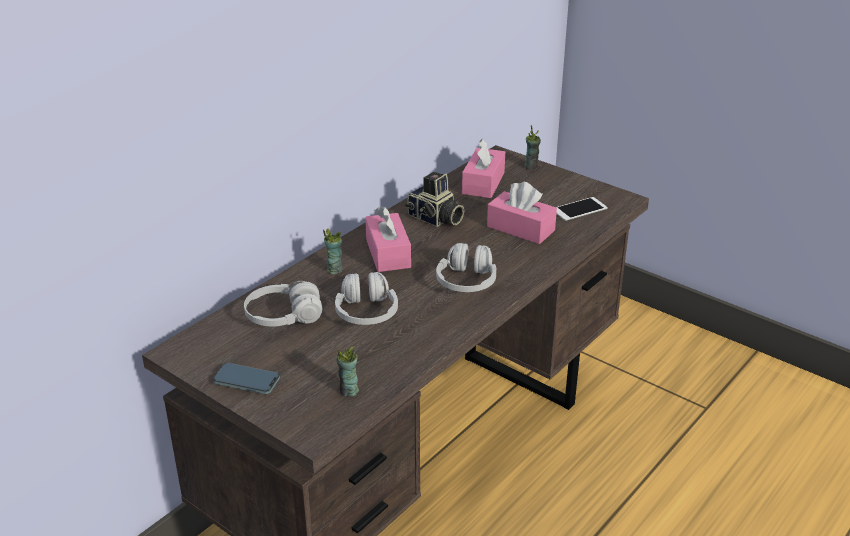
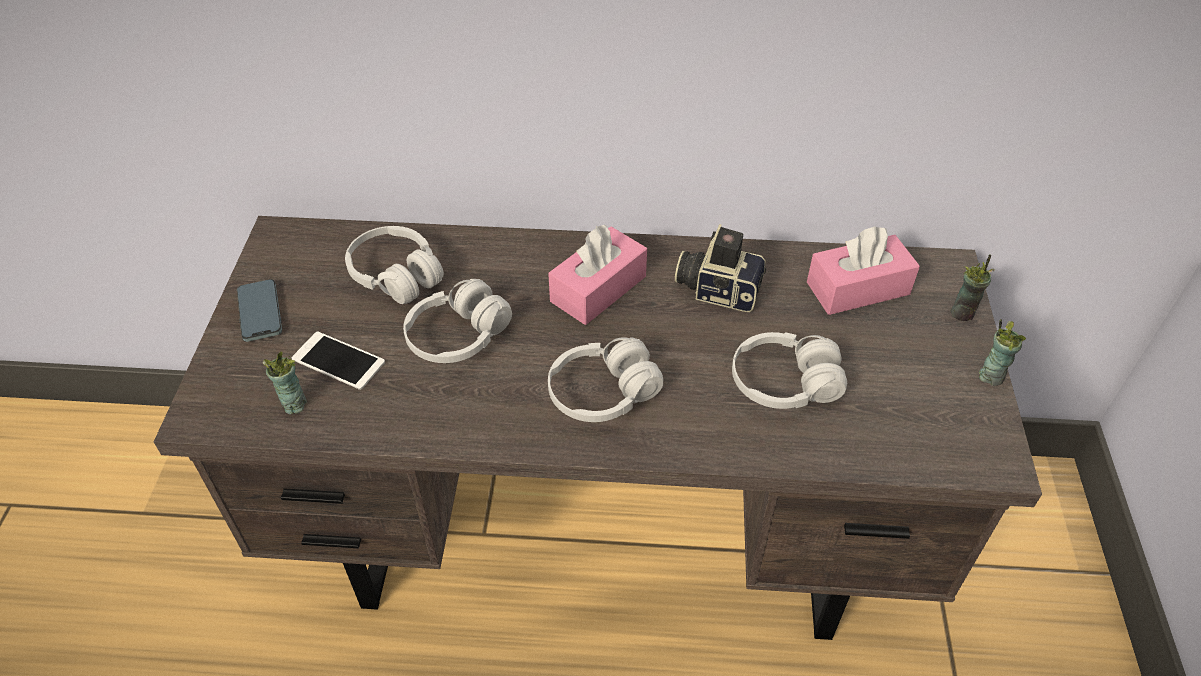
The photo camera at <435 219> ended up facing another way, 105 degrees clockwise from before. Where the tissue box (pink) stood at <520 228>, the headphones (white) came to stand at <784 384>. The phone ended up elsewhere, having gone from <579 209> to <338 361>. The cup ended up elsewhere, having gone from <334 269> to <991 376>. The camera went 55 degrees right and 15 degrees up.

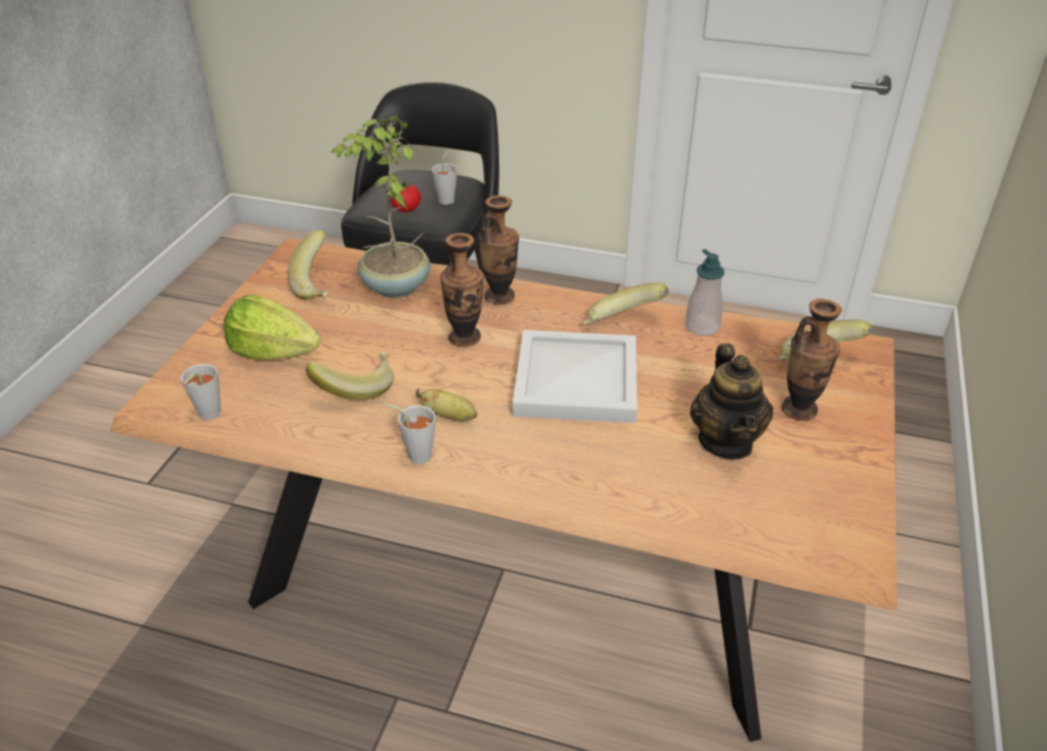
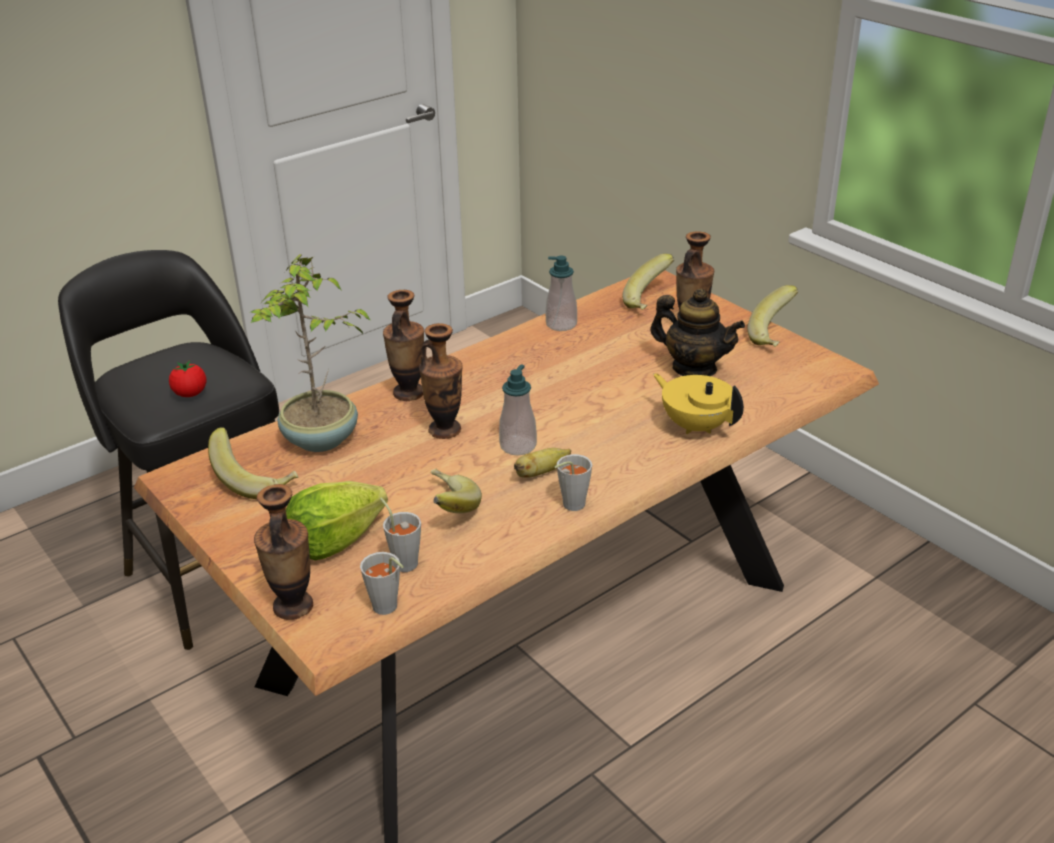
The cup (grey) ended up elsewhere, having gone from <448 199> to <403 561>. The banana ended up elsewhere, having gone from <622 324> to <775 336>. The second view lost the tray (white) at <574 382>. The second view gained the soap dispenser at <518 446>. The second view gained the teapot (yellow) at <696 425>. The second view gained the vase at <293 606>. The camera went 55 degrees left and 5 degrees down.

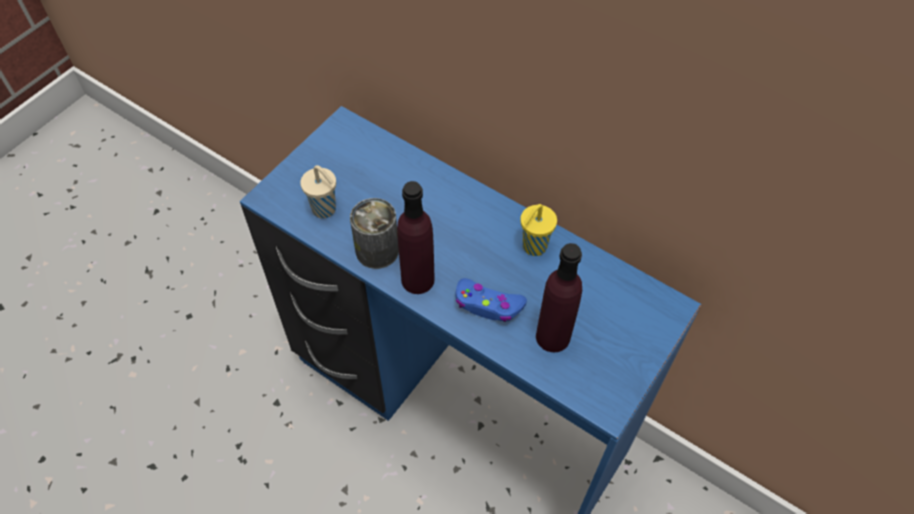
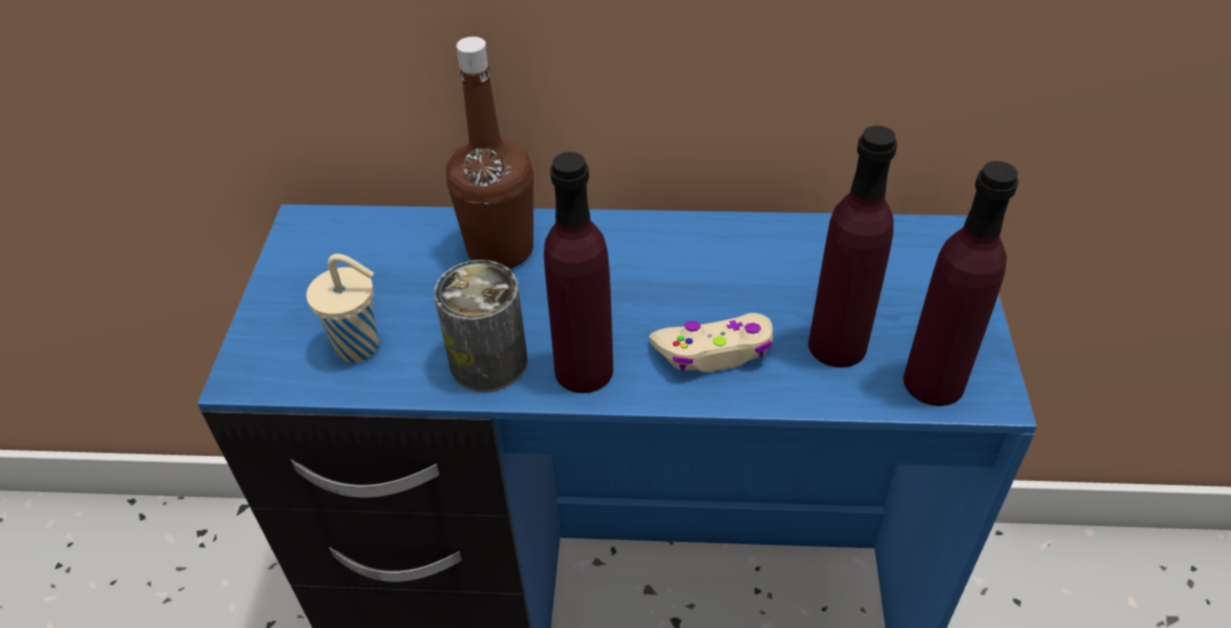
The second view lost the cup (yellow) at <533 247>. What was the game controller (blue) at <488 305> turned into the game controller (beige) at <714 351>. The second view gained the bottle (brown) at <500 249>. The second view gained the bottle (purple) at <933 382>. The camera went 30 degrees left and 10 degrees down.

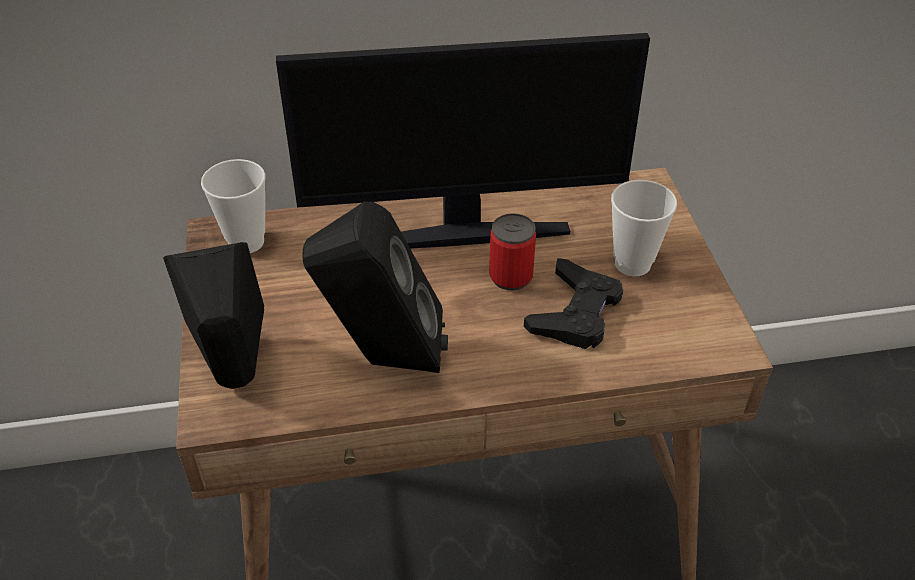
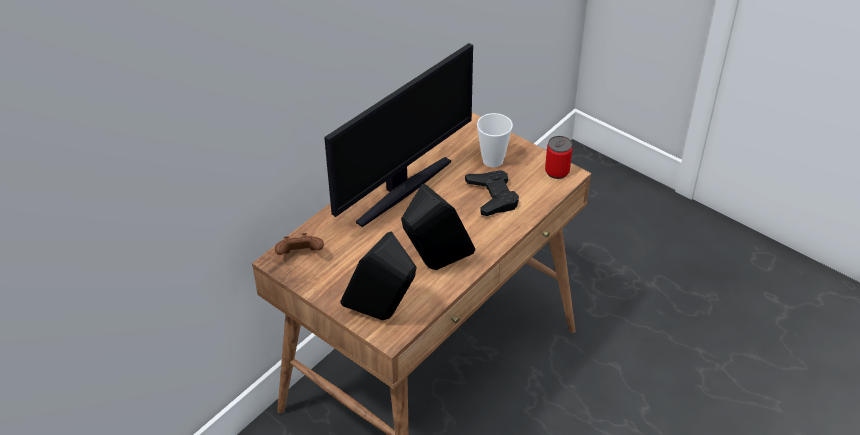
Where the cup stood at <246 242>, the game controller (brown) came to stand at <300 255>. The can ended up elsewhere, having gone from <511 277> to <557 171>. The camera went 40 degrees left and 0 degrees up.

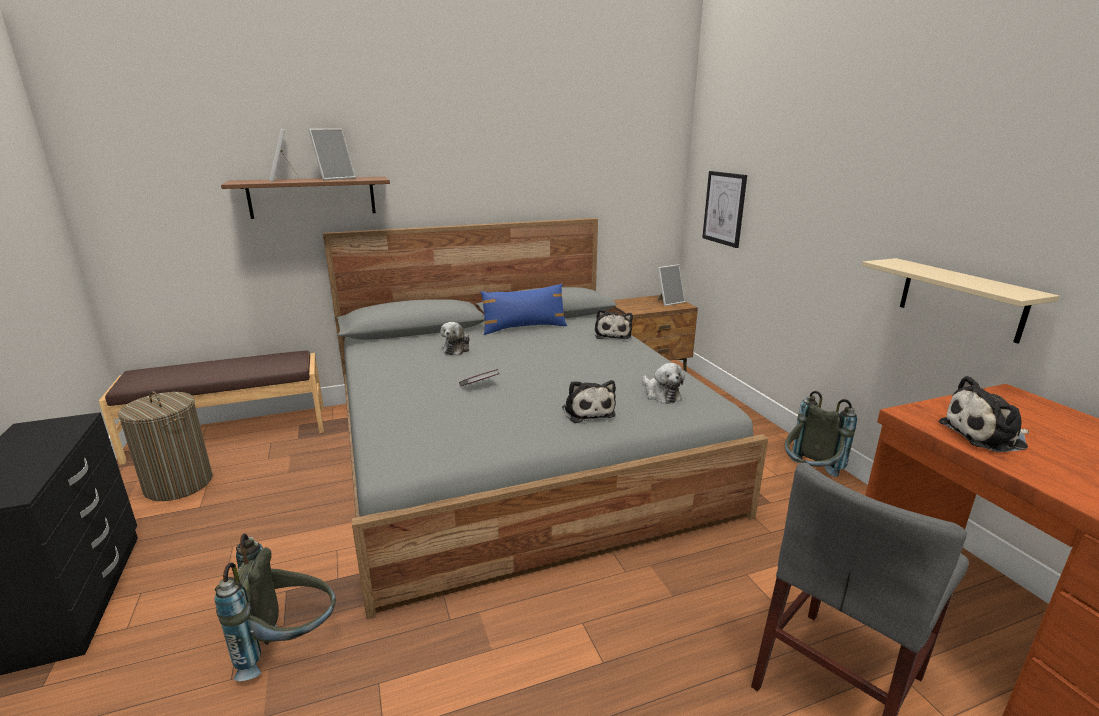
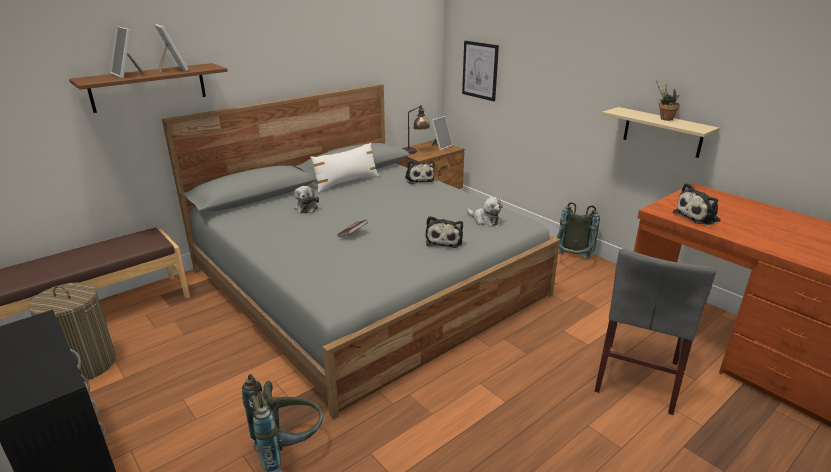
The picture frame at <335 178> ended up facing another way, 60 degrees counterclockwise from before. What was the pillow (blue) at <524 328> turned into the pillow (white) at <346 182>. The plush toy at <587 411> ended up facing another way, 45 degrees clockwise from before. The second view gained the potted plant at <664 118>. The second view gained the table lamp at <415 151>. The camera went 20 degrees left and 5 degrees up.

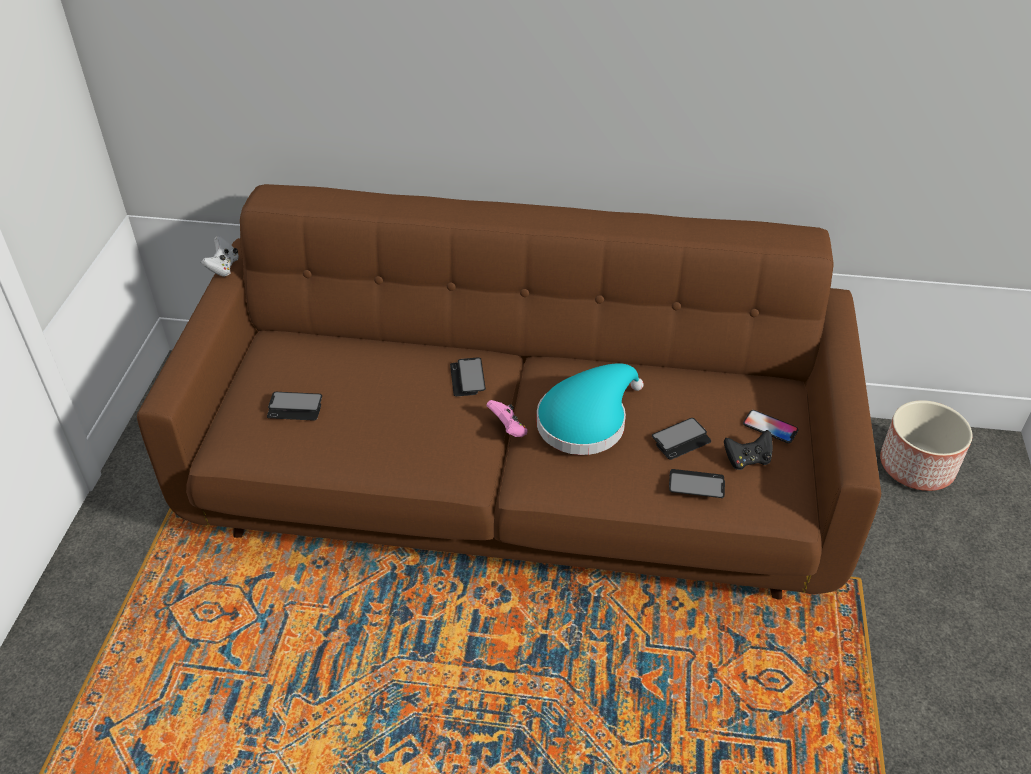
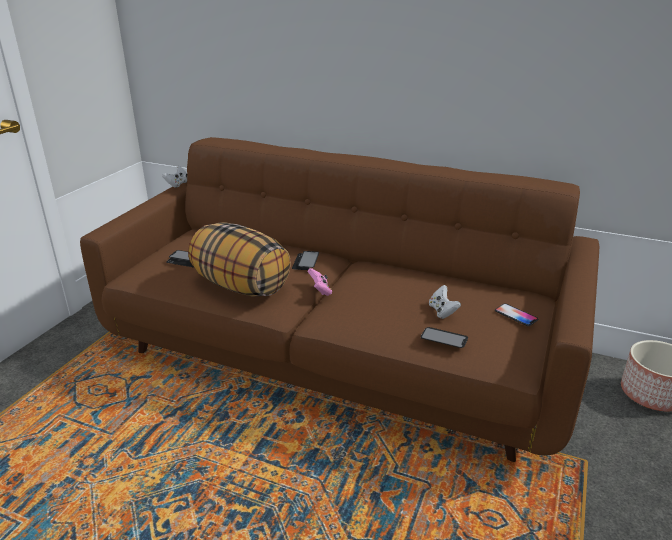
The second view lost the hat (turquoise) at <586 420>. Where the phone stood at <681 440>, the game controller (white) came to stand at <442 311>. The second view lost the game controller (black) at <747 460>. The second view gained the pillow at <240 286>. The camera went 15 degrees right and 15 degrees down.

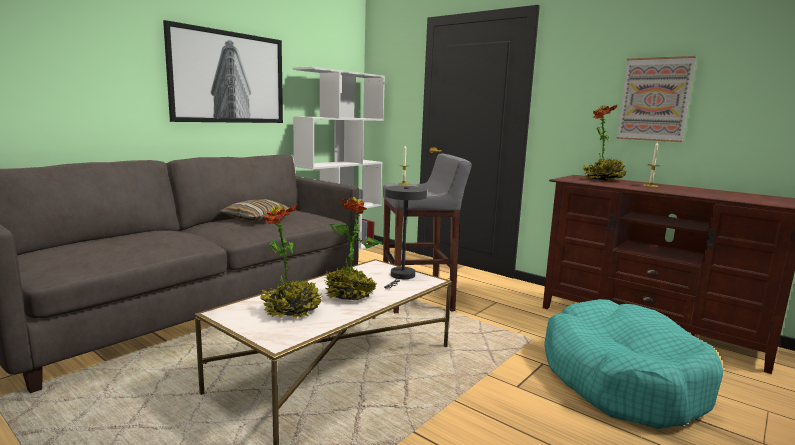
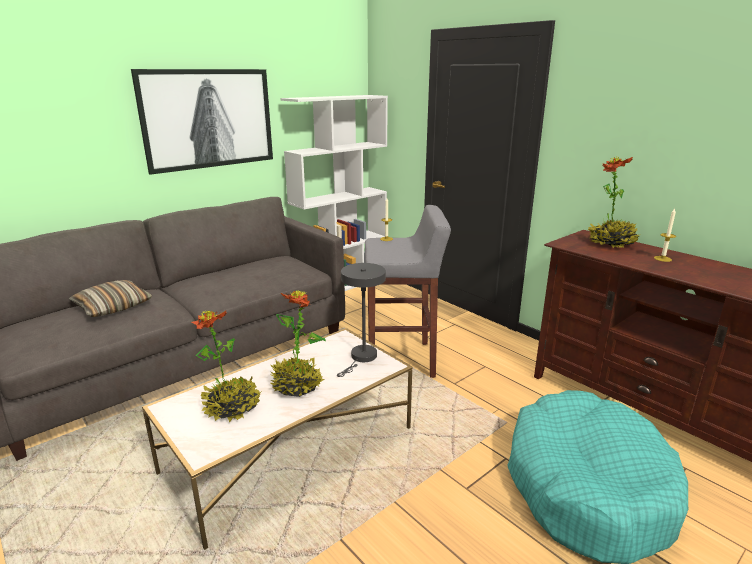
The second view lost the picture at <654 99>. The pillow ended up elsewhere, having gone from <257 219> to <113 307>. The camera went 10 degrees right and 10 degrees up.

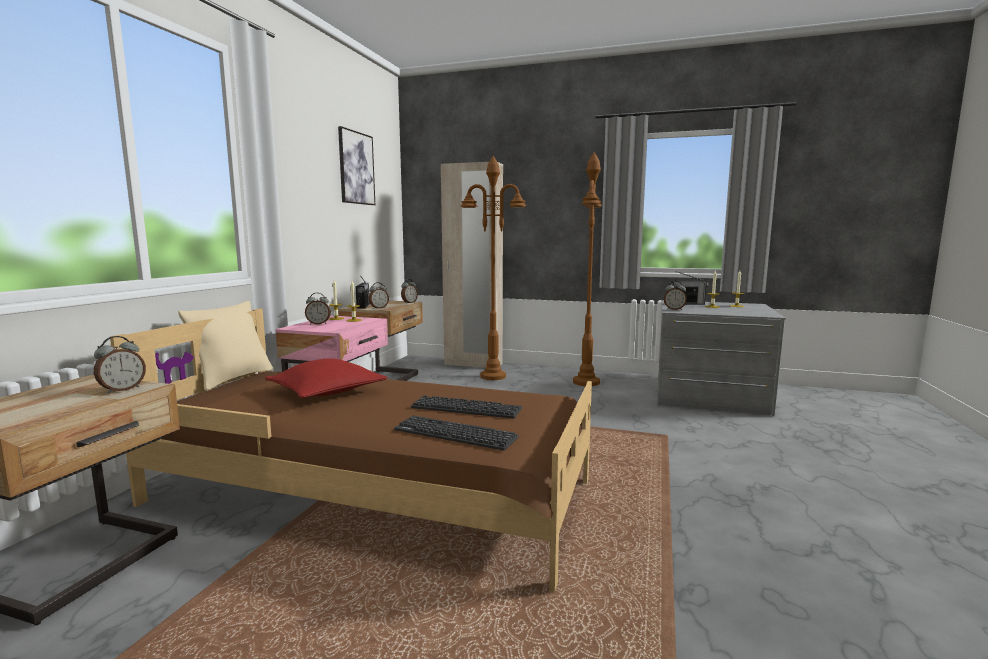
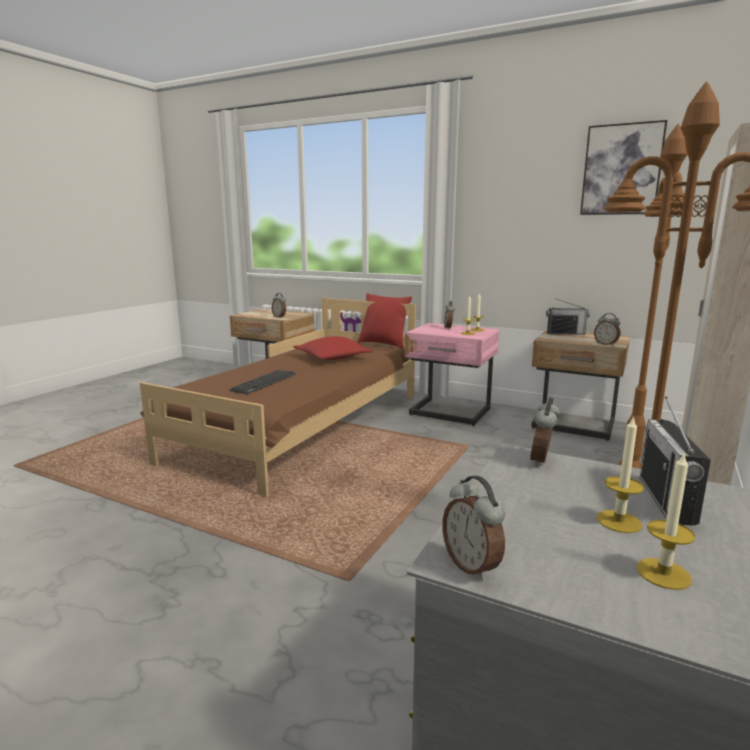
The alarm clock ended up elsewhere, having gone from <378 308> to <472 566>. What was the pillow (beige) at <233 378> turned into the pillow (red) at <383 344>. The second view lost the keyboard at <455 434>. The camera went 100 degrees right and 5 degrees up.

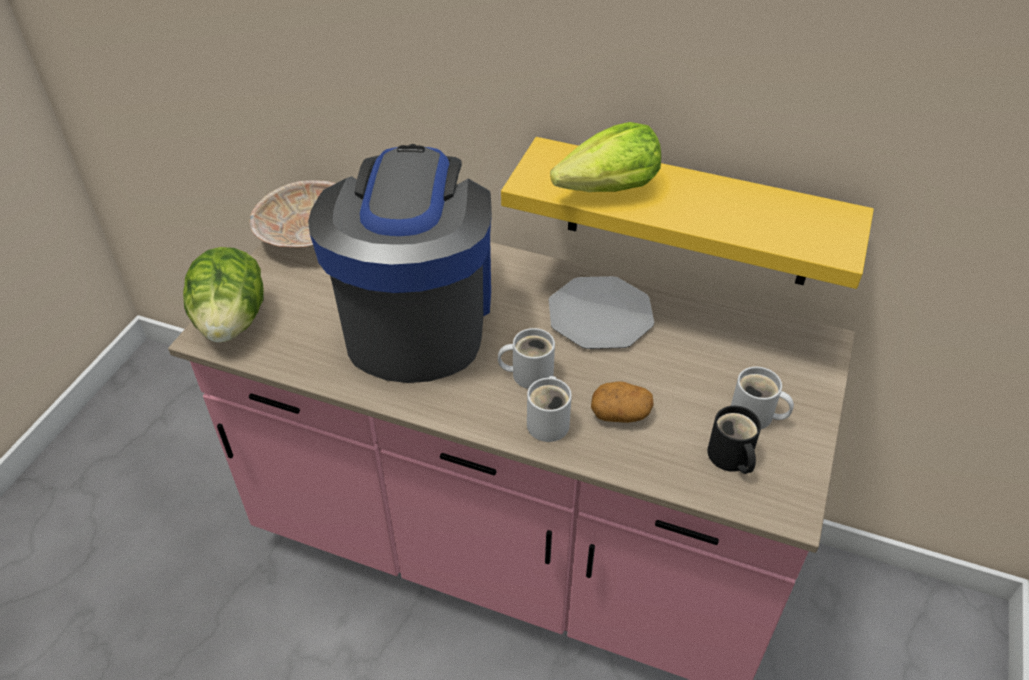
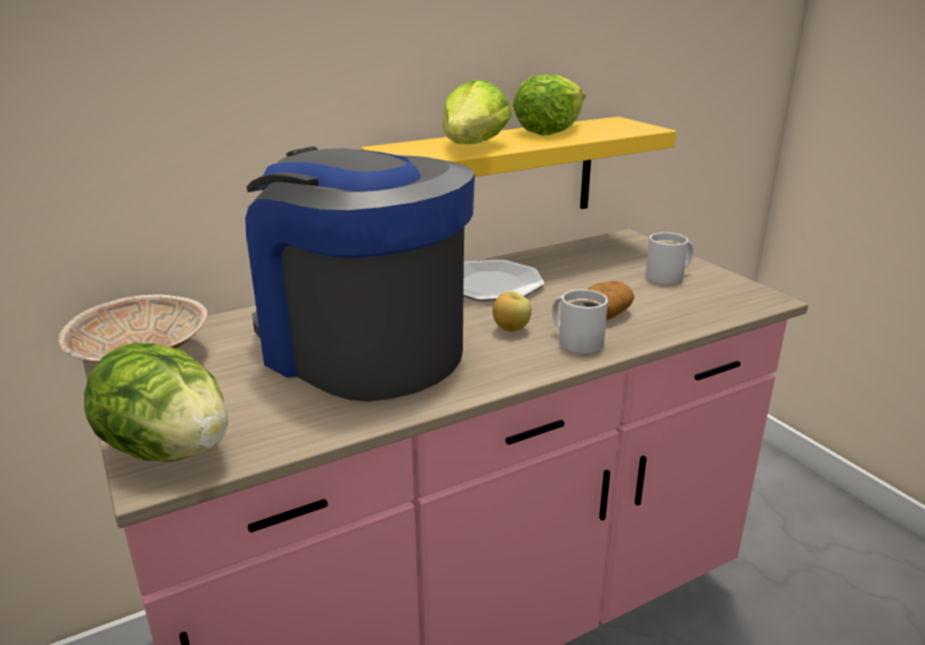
Where the mug (white) stood at <528 373>, the apple came to stand at <511 329>. The second view lost the mug (black) at <730 458>. The second view gained the lettuce at <549 130>. The camera went 50 degrees left and 20 degrees down.

